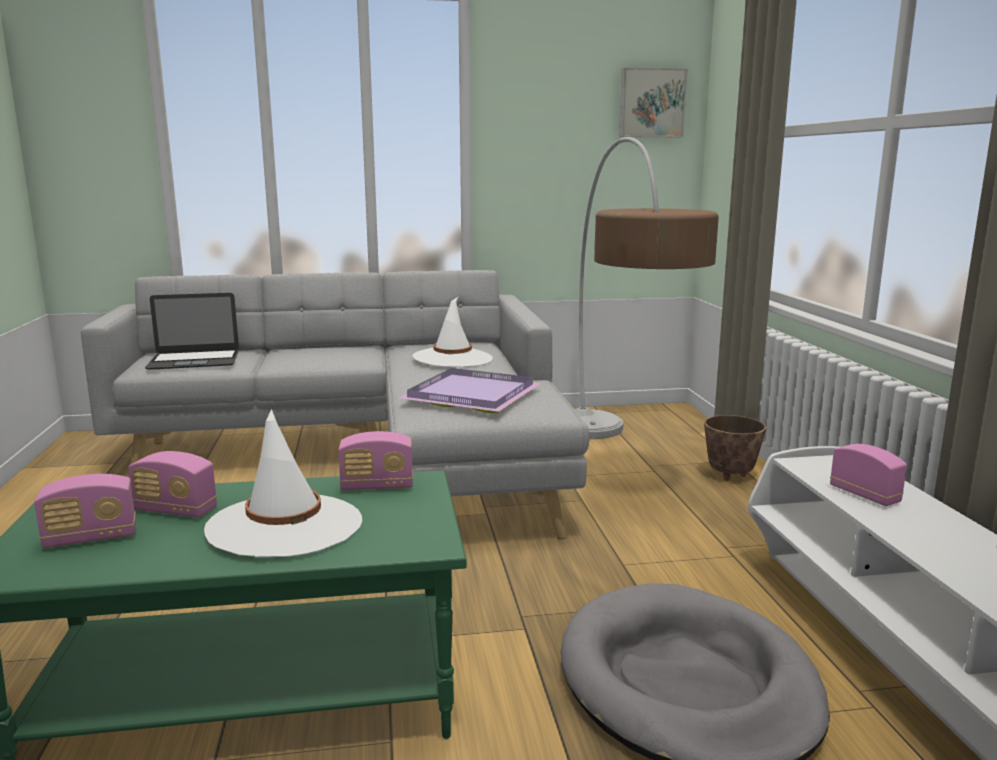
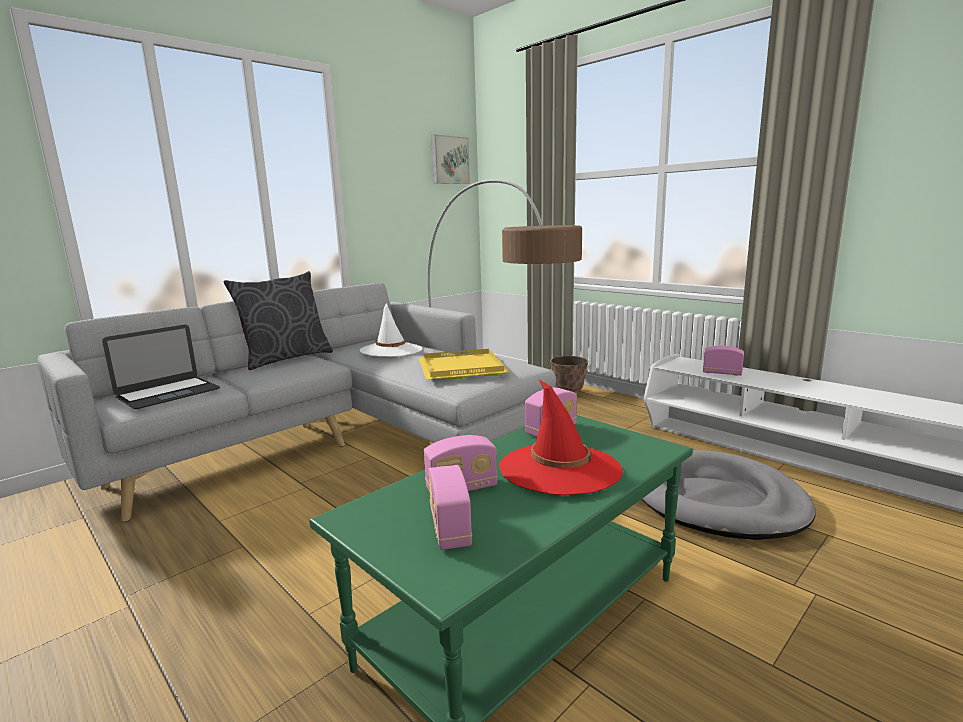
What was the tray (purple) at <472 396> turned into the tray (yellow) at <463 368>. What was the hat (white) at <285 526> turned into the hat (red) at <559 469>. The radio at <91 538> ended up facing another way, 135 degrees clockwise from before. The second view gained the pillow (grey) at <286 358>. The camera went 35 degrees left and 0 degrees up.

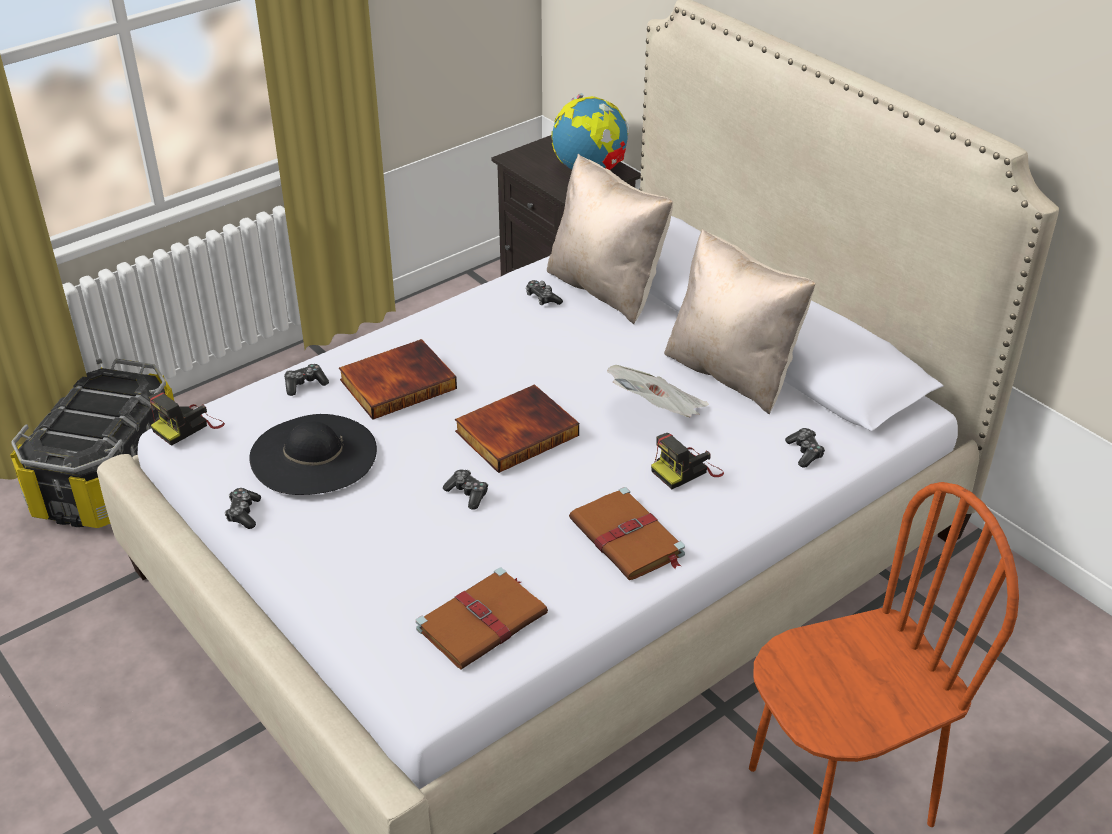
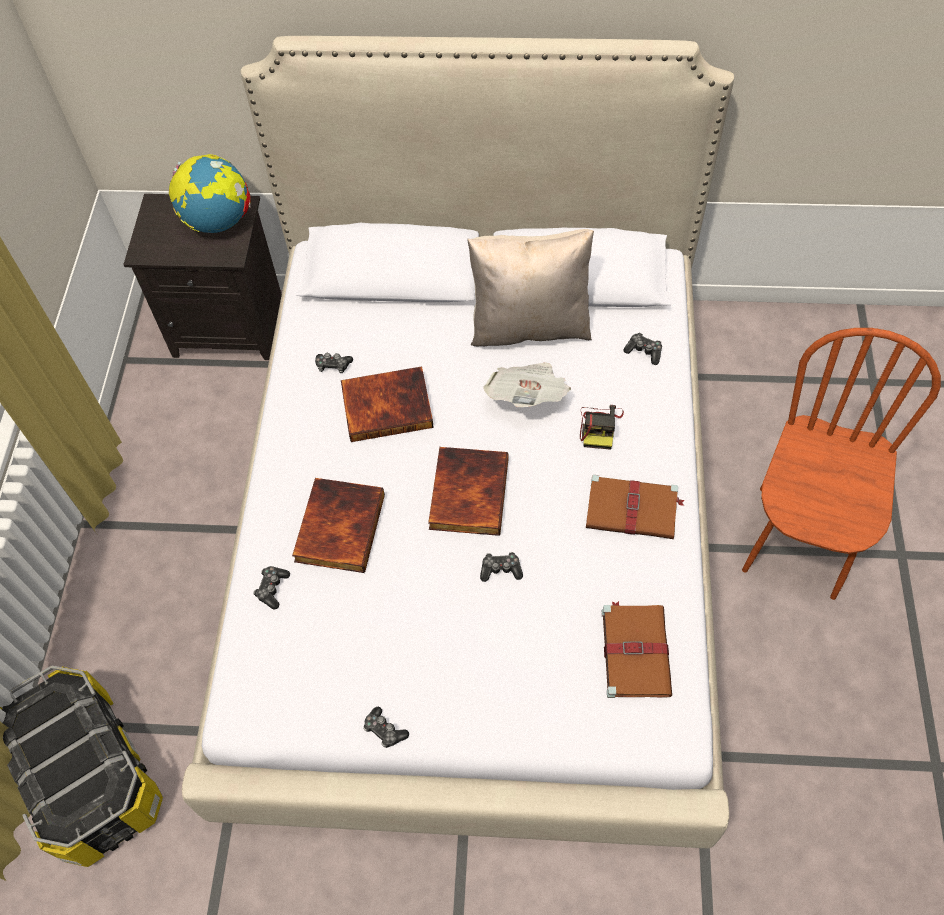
The second view lost the pillow (beige) at <606 288>. The second view lost the photo camera at <188 426>. The second view lost the hat (black) at <313 454>. The second view gained the book at <387 405>. The camera went 45 degrees left and 20 degrees up.

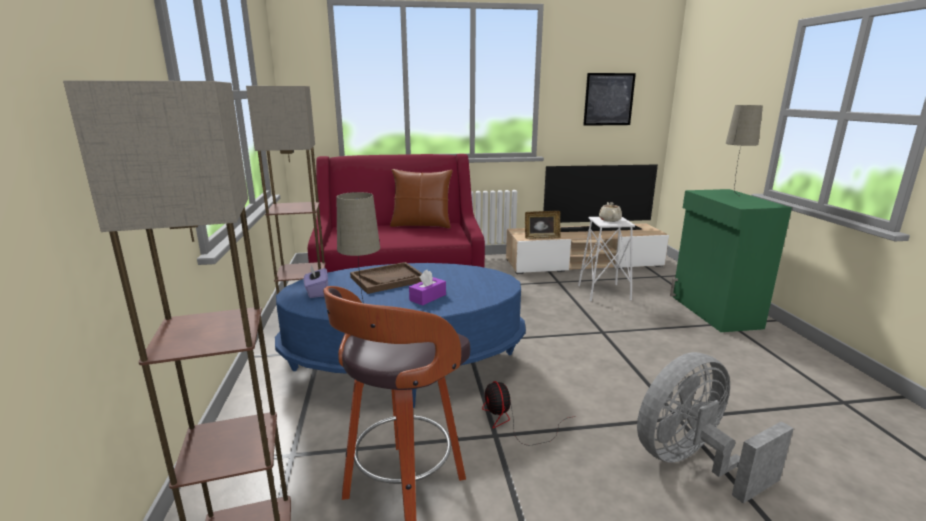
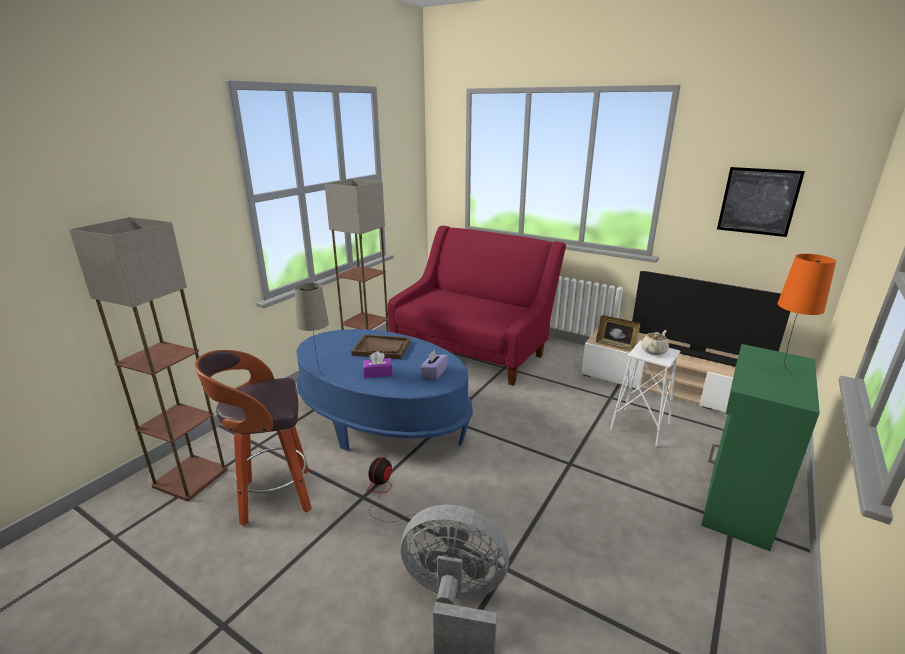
What was the table lamp (beige) at <732 196> turned into the table lamp (orange) at <780 370>. The second view lost the pillow (brown) at <421 225>. The tissue box (purple) ended up elsewhere, having gone from <317 292> to <434 373>. The camera went 40 degrees right and 5 degrees up.

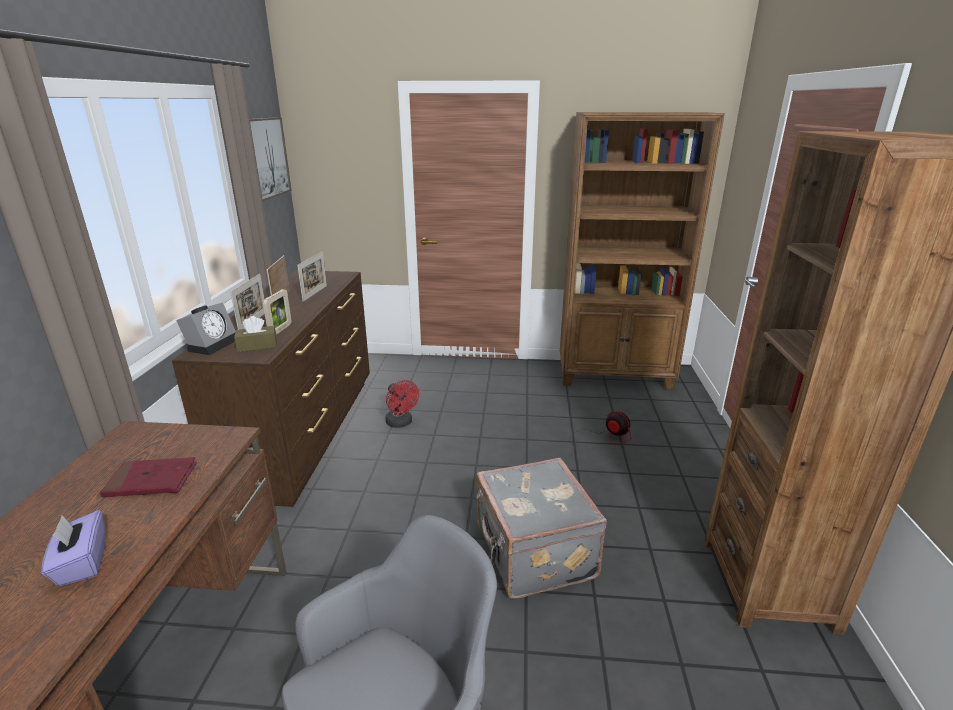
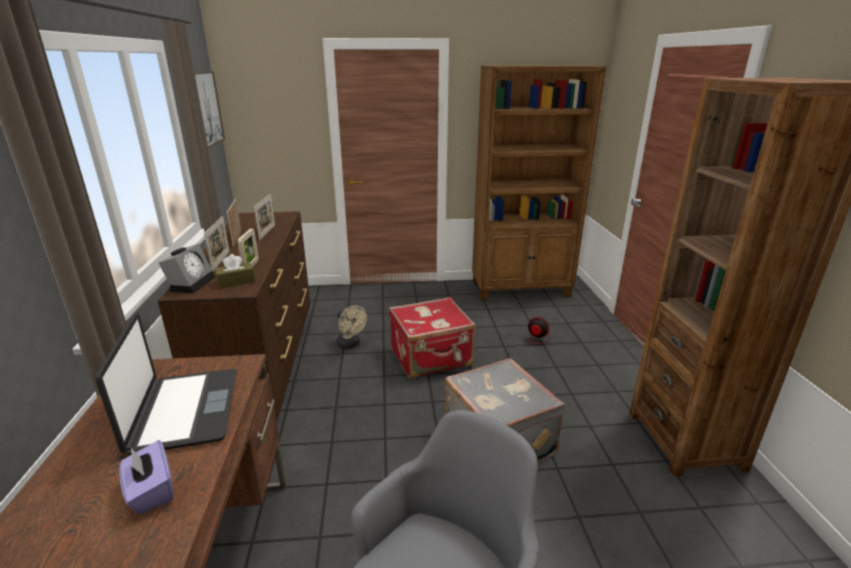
What was the fan (red) at <401 423> turned into the fan (beige) at <350 344>. Where the book (red) stood at <151 481>, the laptop came to stand at <184 411>. The second view gained the suitcase (red) at <431 358>. The camera went 10 degrees left and 0 degrees up.

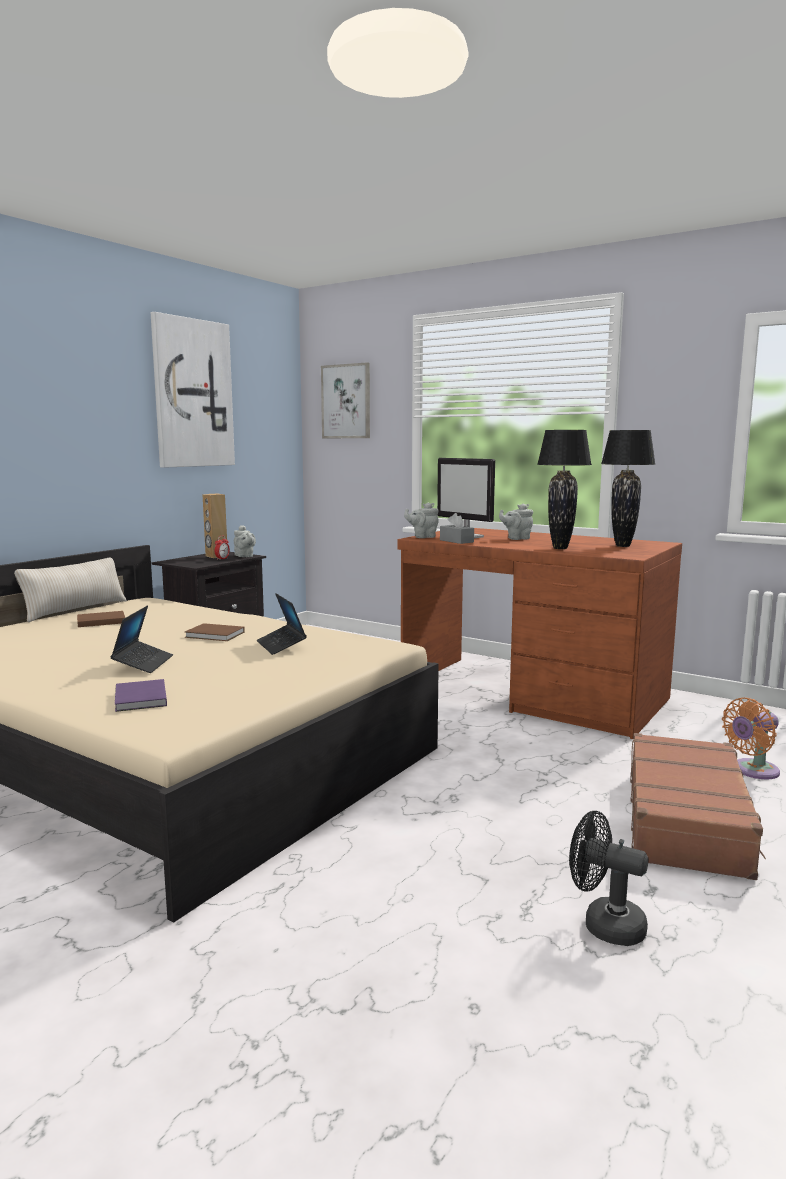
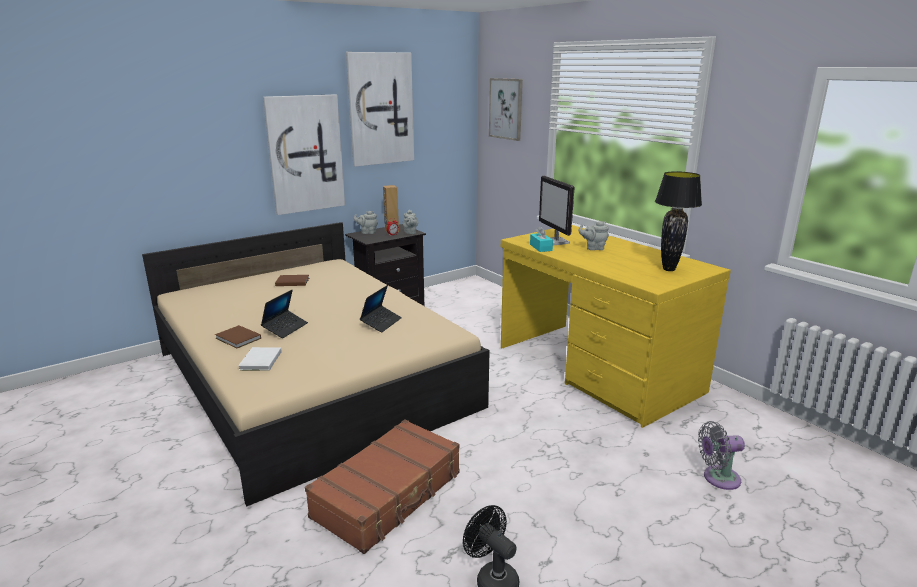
The second view lost the table lamp (black) at <560 548>. The teapot (grey) ended up elsewhere, having gone from <423 537> to <367 232>. What was the tissue box (grey) at <456 541> turned into the tissue box (turquoise) at <541 247>. What was the desk (brown) at <532 694> turned into the desk (yellow) at <596 369>. The second view lost the pillow (beige) at <75 610>. The laptop at <281 645> ended up facing another way, 150 degrees counterclockwise from before. The book (brown) ended up elsewhere, having gone from <215 635> to <238 339>. What was the book (purple) at <139 699> turned into the book (white) at <259 361>. What was the fan (orange) at <752 771> turned into the fan (grey) at <718 478>. The suitcase (brown) ended up elsewhere, having gone from <687 821> to <389 495>. The second view gained the picture at <305 154>. The camera went 20 degrees right and 10 degrees up.

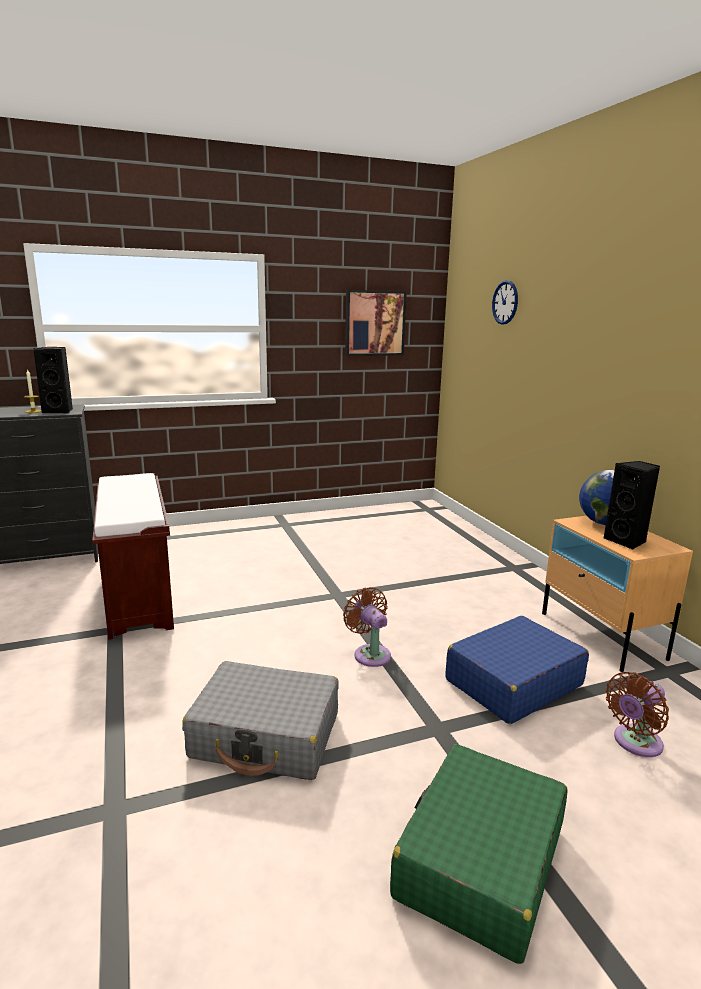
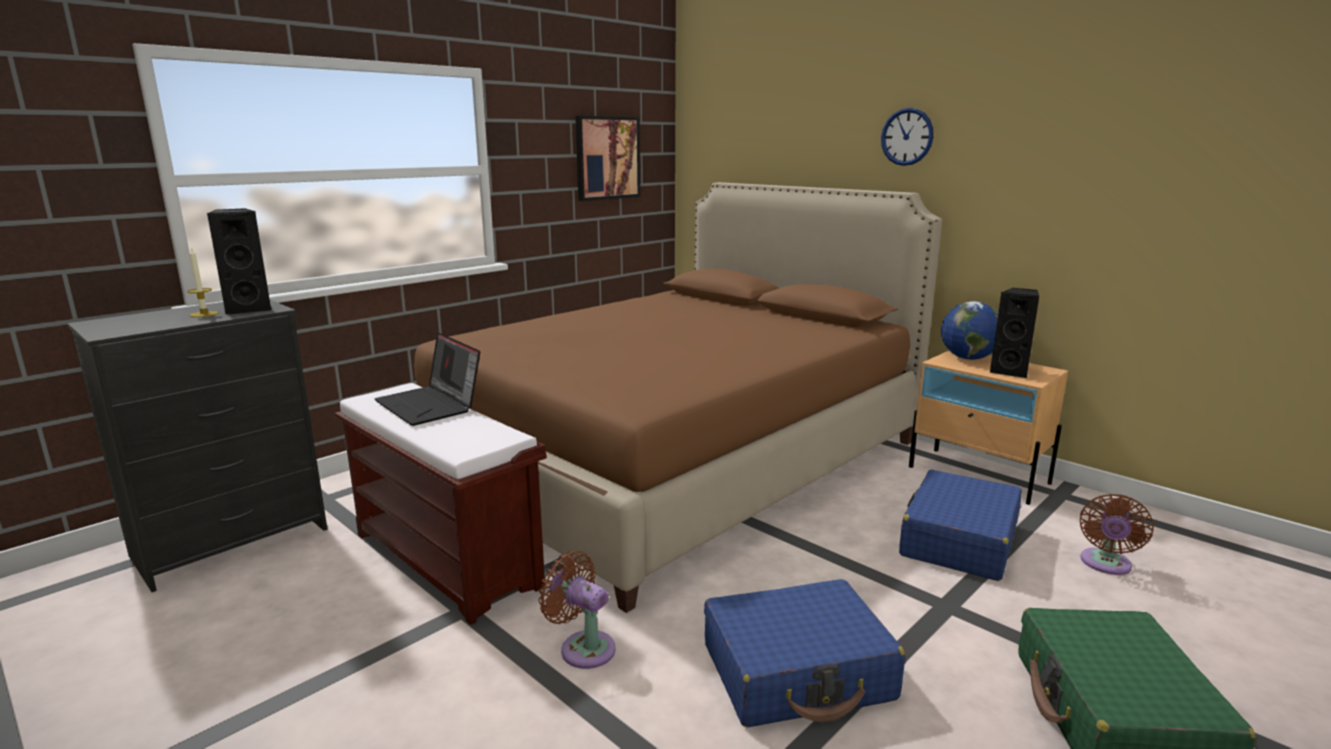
The wall clock ended up elsewhere, having gone from <505 302> to <907 137>. The fan (brown) ended up elsewhere, having gone from <370 653> to <583 647>. What was the suitcase (grey) at <266 736> turned into the suitcase (blue) at <798 672>. The second view gained the bed (brown) at <676 460>. The second view gained the laptop at <431 405>. The camera went 25 degrees left and 0 degrees up.

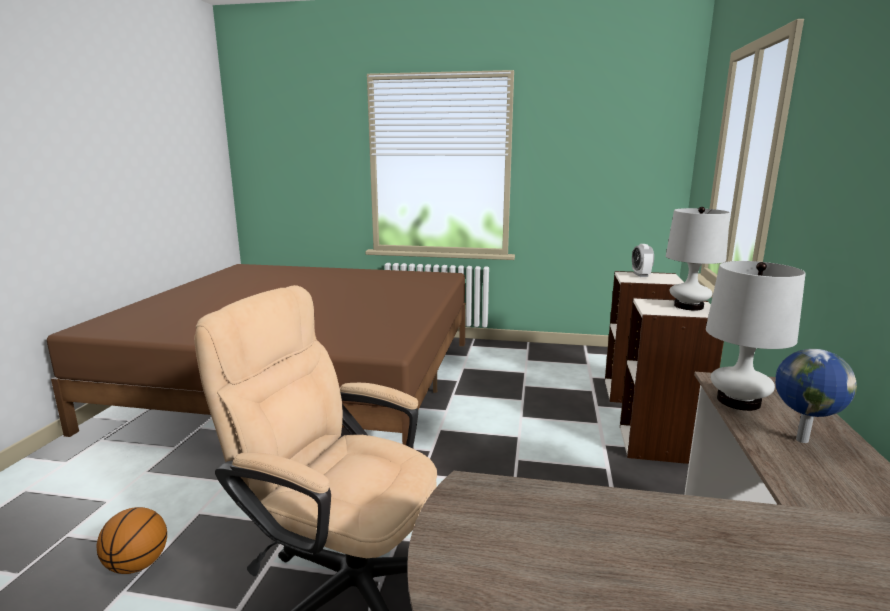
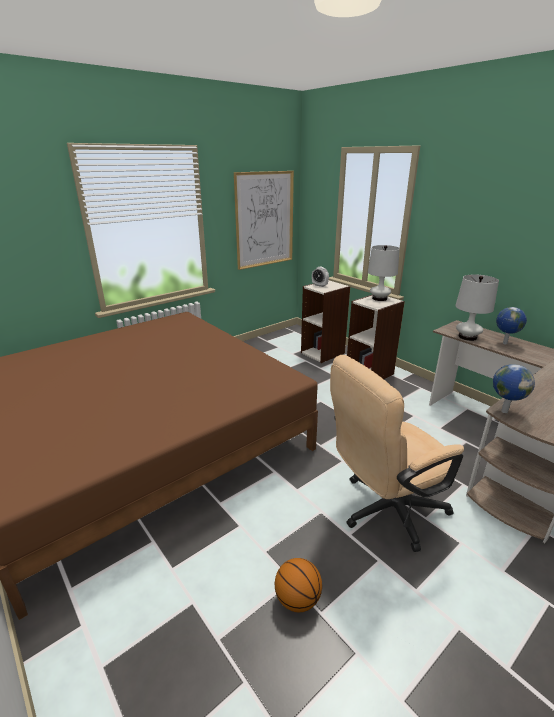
The second view gained the picture at <264 220>. The second view gained the globe at <503 411>. The camera went 50 degrees left and 10 degrees up.

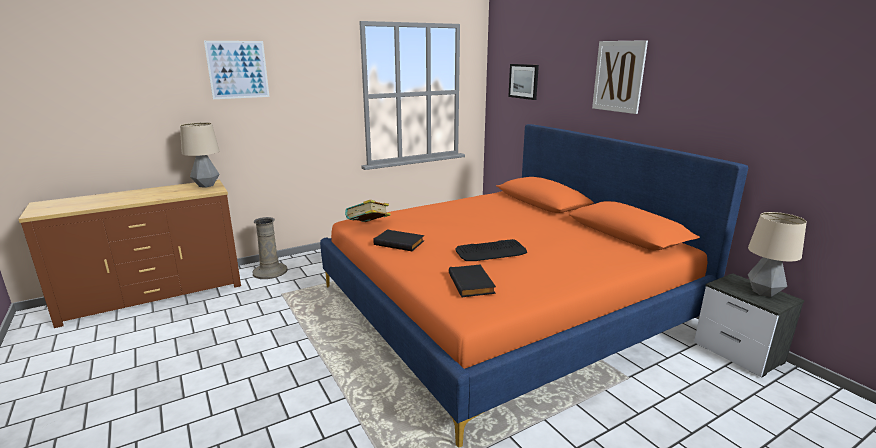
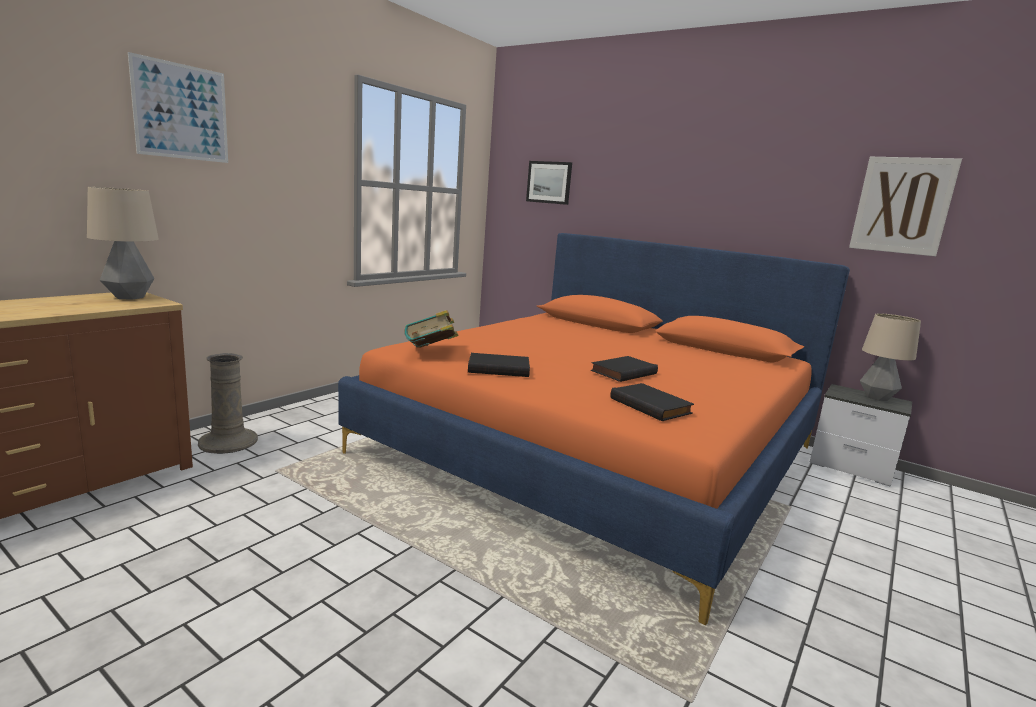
The picture ended up elsewhere, having gone from <619 76> to <902 205>. Where the keyboard stood at <491 251>, the book (black) came to stand at <623 372>. The camera went 25 degrees left and 5 degrees down.

